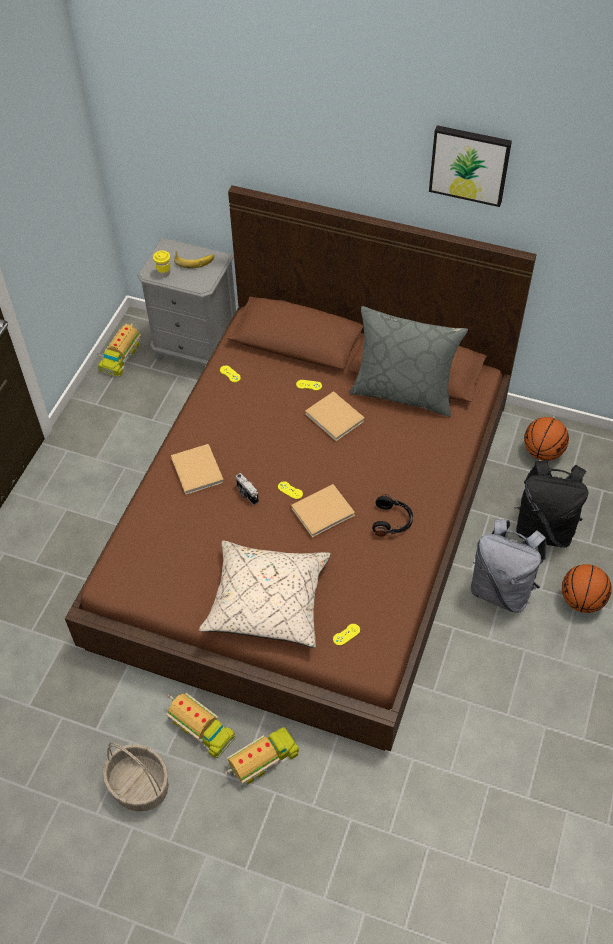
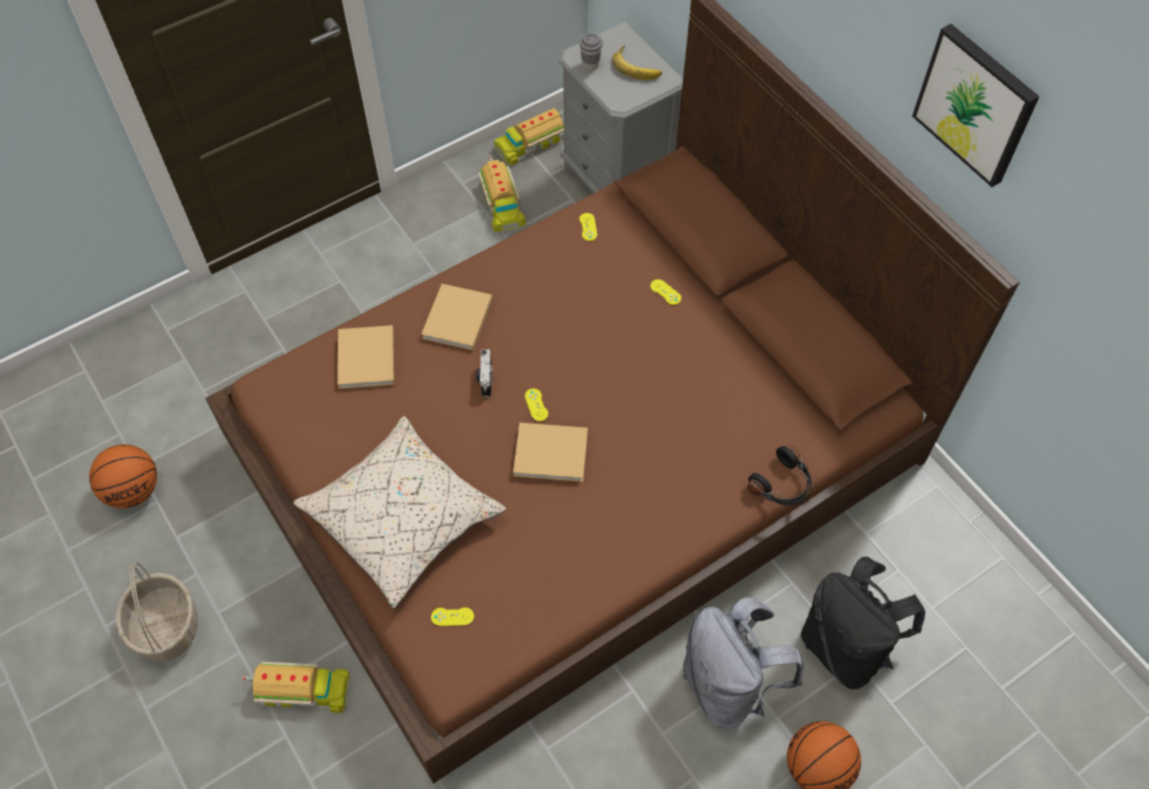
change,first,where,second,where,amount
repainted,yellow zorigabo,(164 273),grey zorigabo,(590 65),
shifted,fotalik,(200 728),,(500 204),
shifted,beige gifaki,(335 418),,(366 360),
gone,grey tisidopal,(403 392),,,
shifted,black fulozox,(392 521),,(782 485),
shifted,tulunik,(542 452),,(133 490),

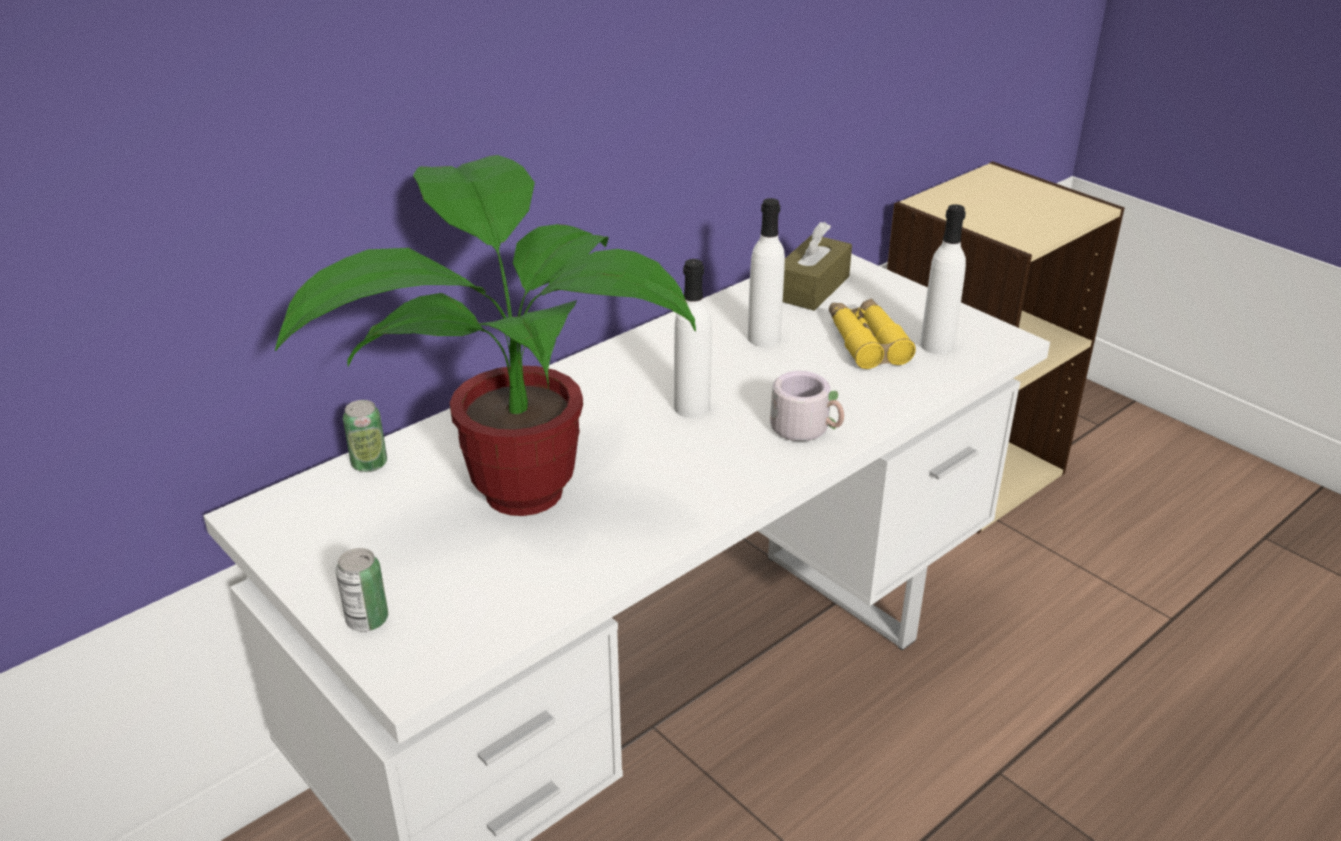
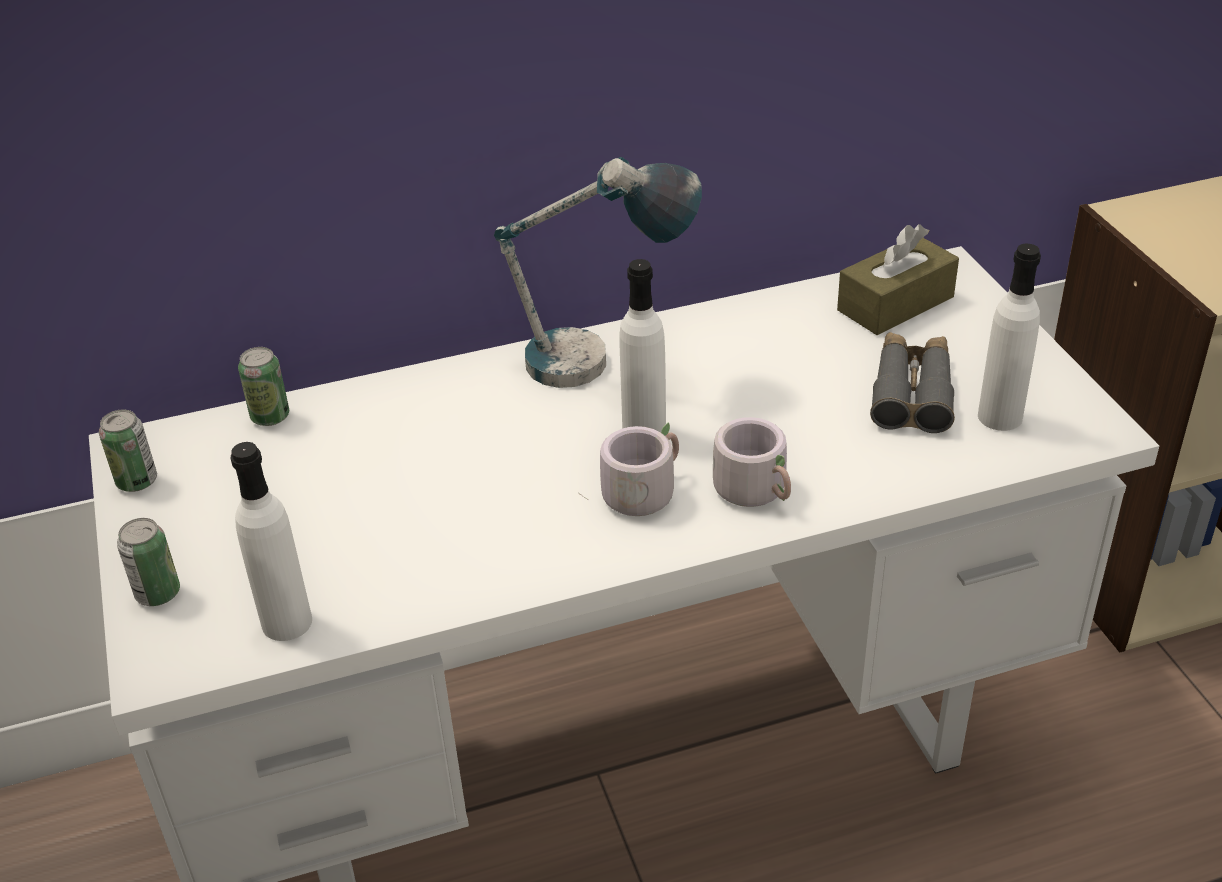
change,first,where,second,where,amount
gone,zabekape,(515 484),,,
shifted,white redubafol,(764 338),,(286 622),
repainted,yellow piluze,(866 342),grey piluze,(912 393),
new,,,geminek,(137 481),
new,,,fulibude,(602 366),
new,,,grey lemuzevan,(641 489),

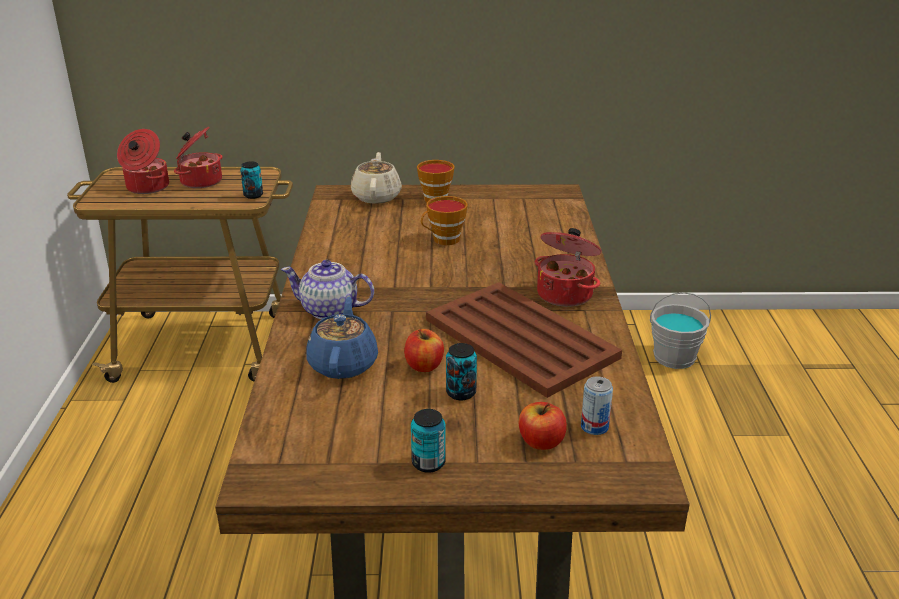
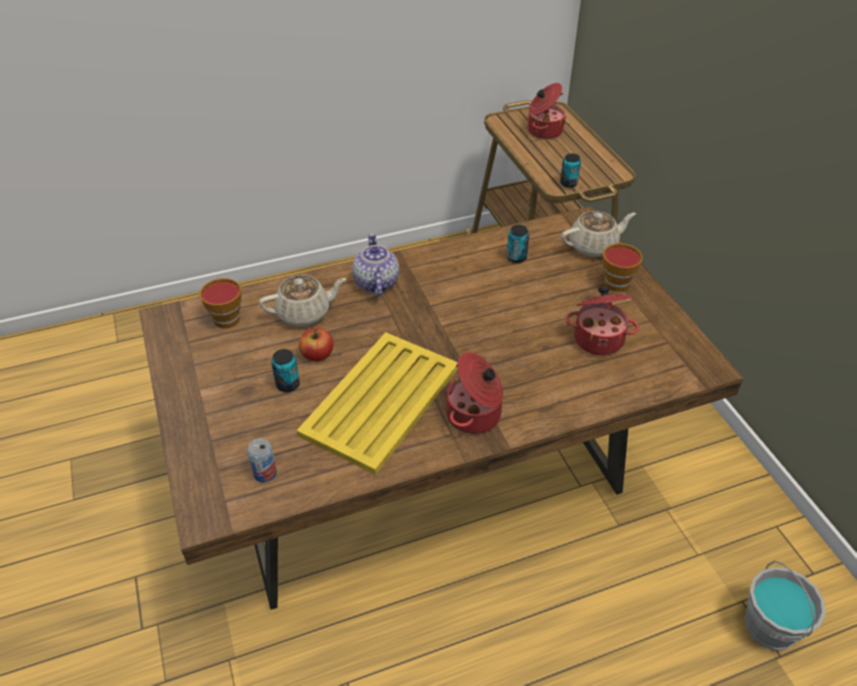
change,first,where,second,where,amount
shifted,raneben,(200 181),,(598 338),
repainted,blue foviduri,(343 364),beige foviduri,(305 313),
shifted,geminek,(428 463),,(516 257),
shifted,zorigabo,(443 240),,(224 318),
repainted,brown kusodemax,(519 337),yellow kusodemax,(382 400),
gone,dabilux,(541 442),,,

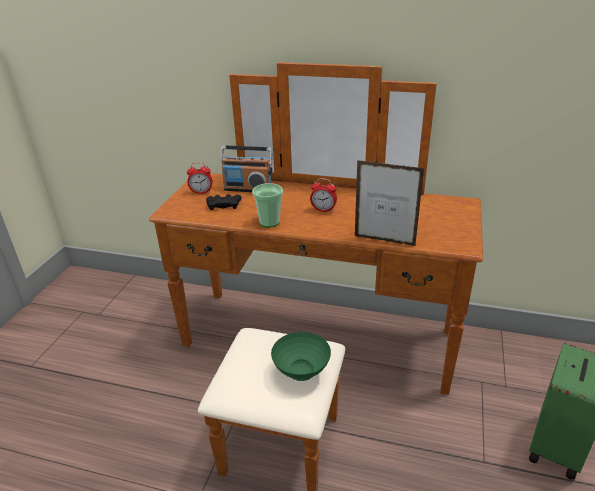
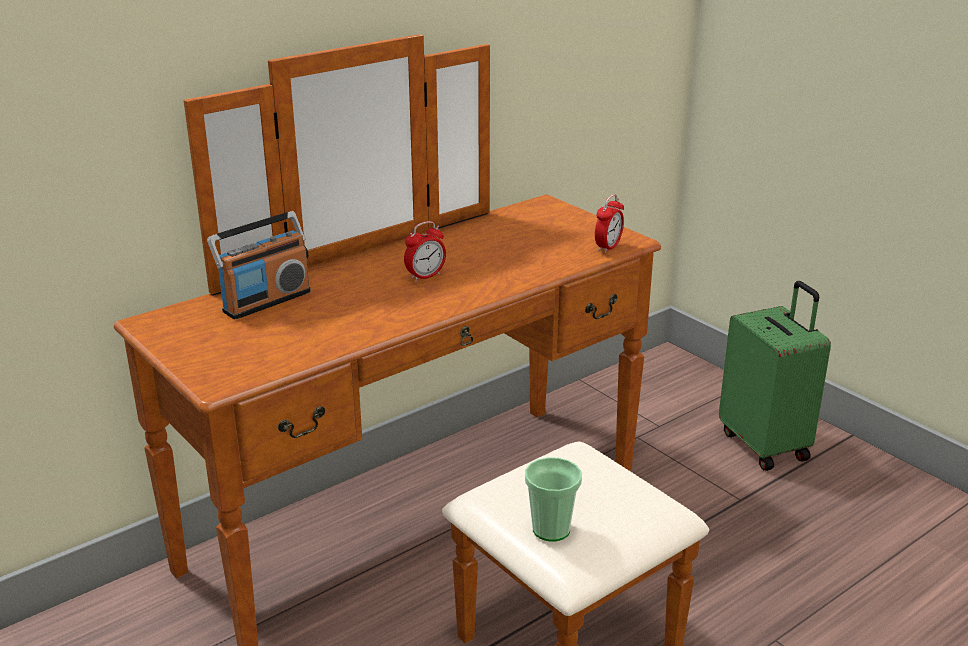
change,first,where,second,where,amount
shifted,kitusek,(201 192),,(608 247),
gone,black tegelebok,(223 204),,,
shifted,zorigabo,(269 222),,(551 529),
gone,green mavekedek,(300 372),,,
gone,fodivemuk,(384 241),,,

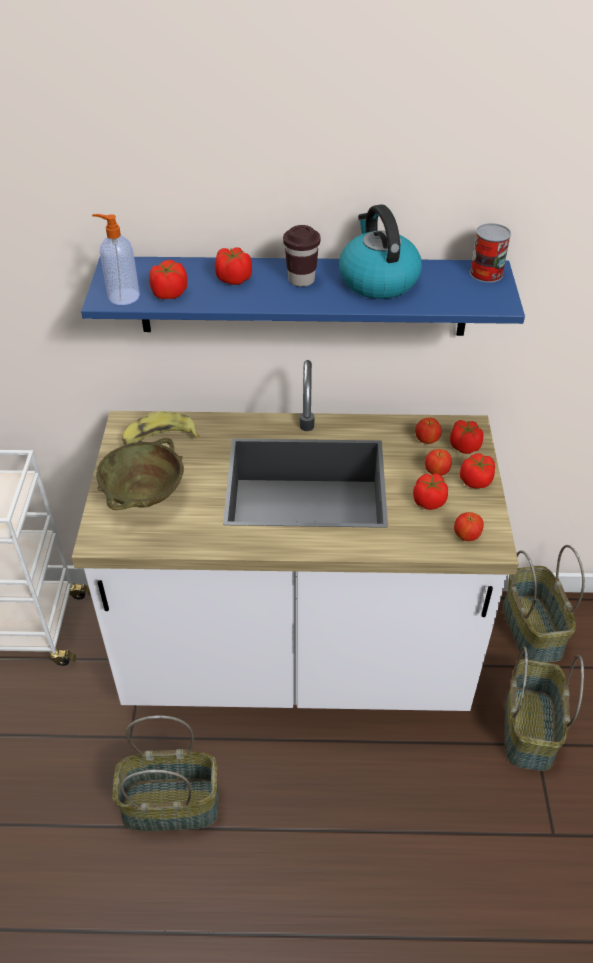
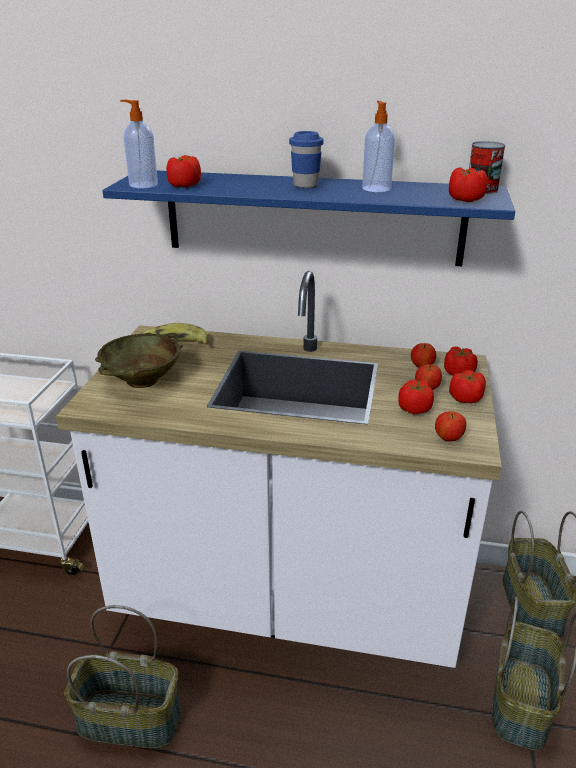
change,first,where,second,where,amount
shifted,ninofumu,(233 279),,(465 199),
repainted,brown zorigabo,(301 280),blue zorigabo,(305 185),
swapped,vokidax,(377 280),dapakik,(376 188),

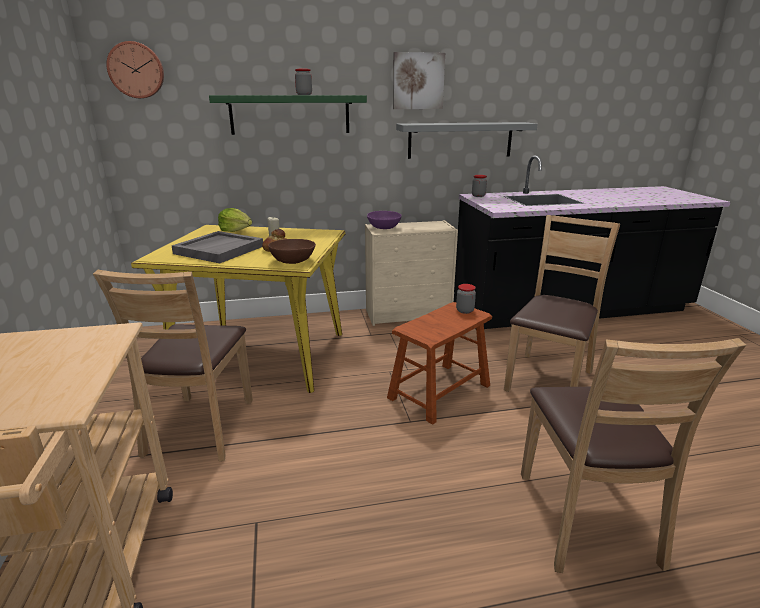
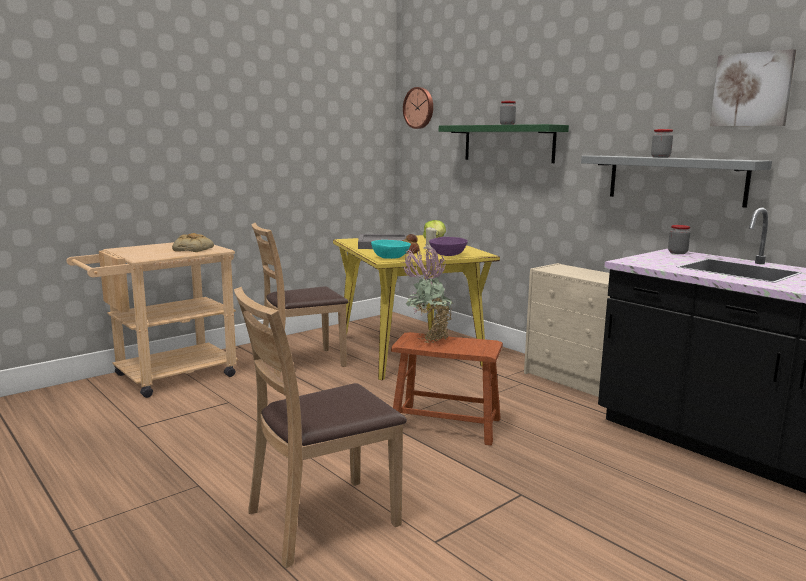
change,first,where,second,where,amount
repainted,brown mavekedek,(293 261),turquoise mavekedek,(390 257),
shifted,purple mavekedek,(384 227),,(448 255),
shifted,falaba,(418 81),,(752 90),
shifted,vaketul,(465 310),,(660 157),
gone,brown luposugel,(548 379),,,
new,,,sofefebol,(193 249),
new,,,zabekape,(428 338),

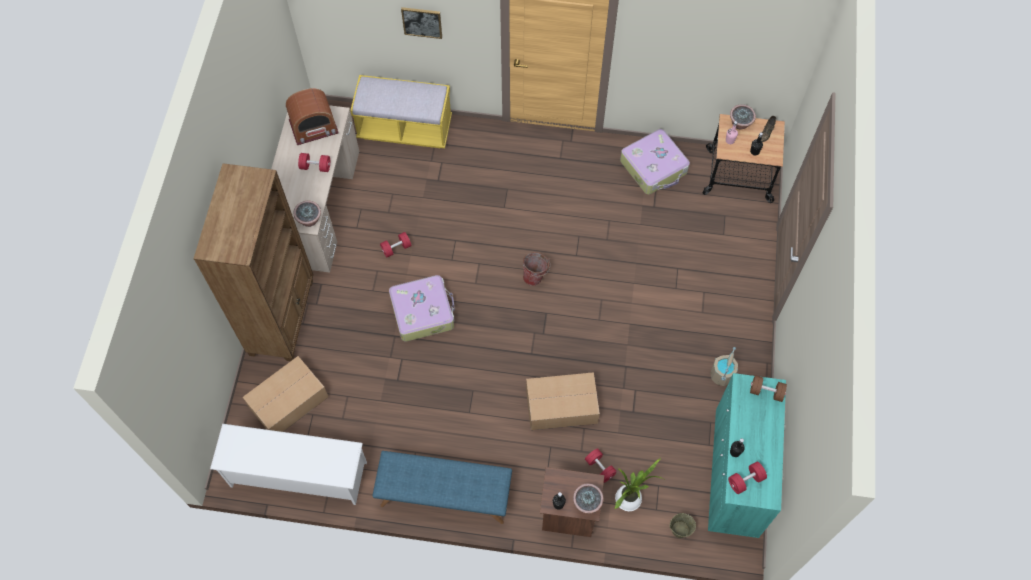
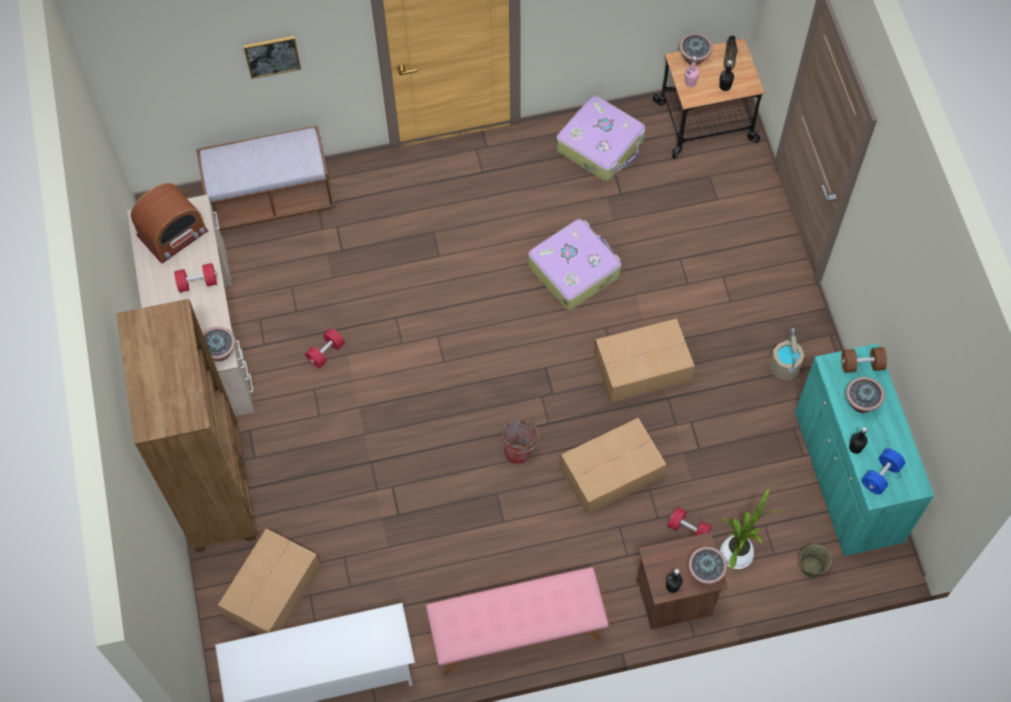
change,first,where,second,where,amount
repainted,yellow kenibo,(405 128),brown kenibo,(271 199),
repainted,blue kenibo,(444 496),pink kenibo,(517 632),
shifted,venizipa,(423 312),,(574 269),
shifted,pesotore,(535 276),,(520 449),
repainted,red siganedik,(745 480),blue siganedik,(881 475),
new,,,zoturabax,(644 368),
new,,,zabekape,(860 403),

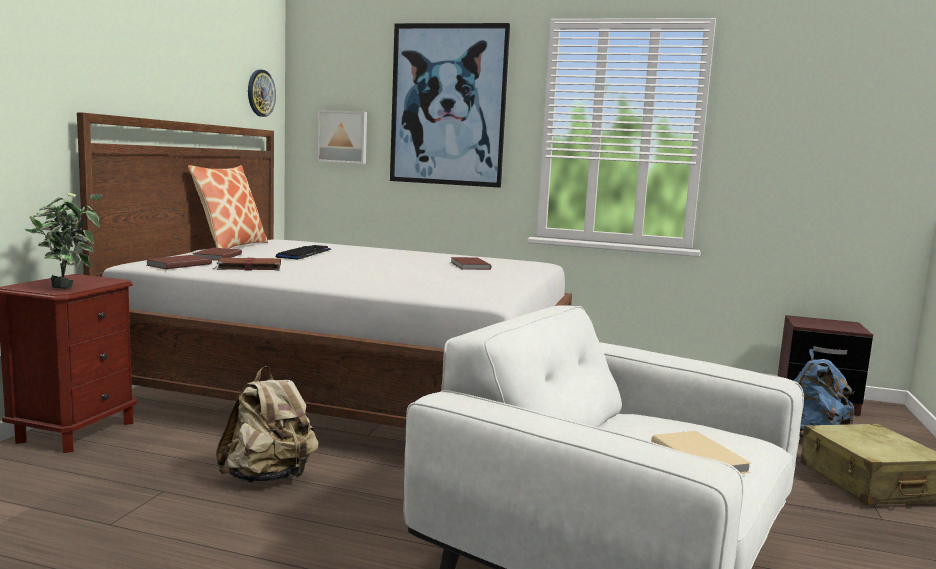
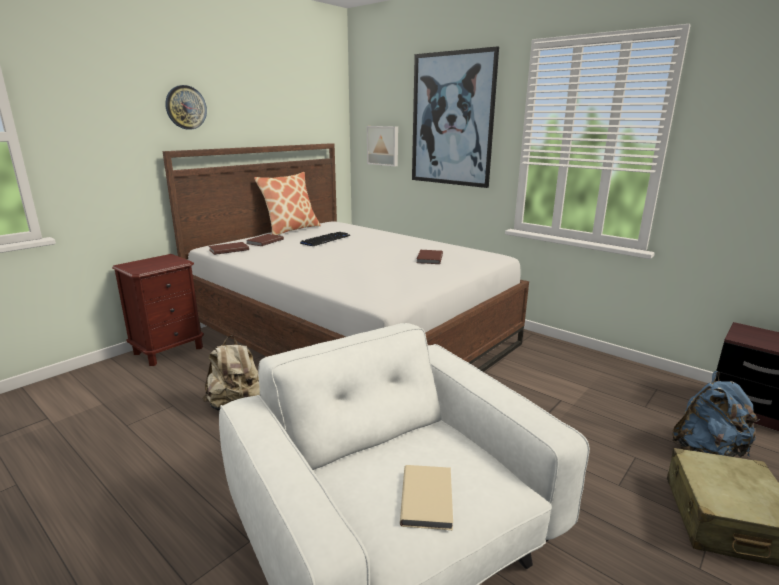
change,first,where,second,where,amount
gone,zabekape,(68 287),,,
gone,brown gifaki,(248 267),,,
shifted,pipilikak,(260 93),,(185 107),

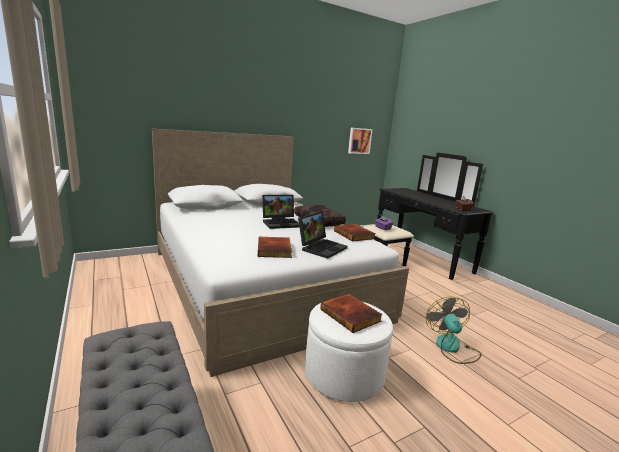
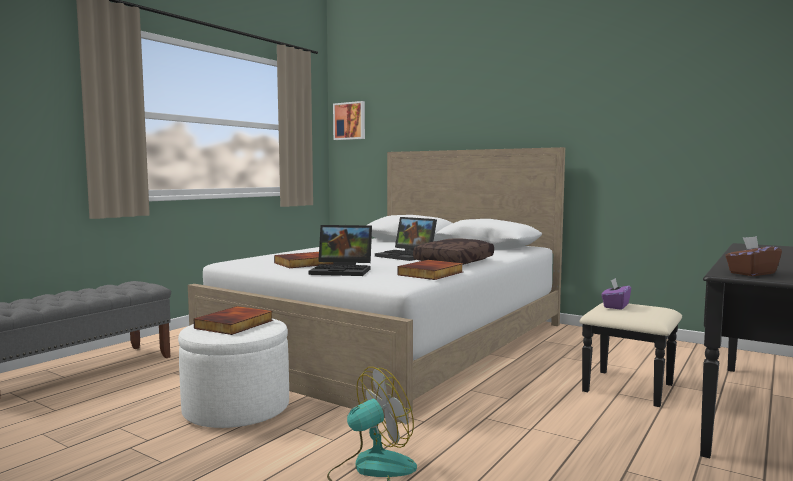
change,first,where,second,where,amount
shifted,falaba,(359 140),,(350 121),

